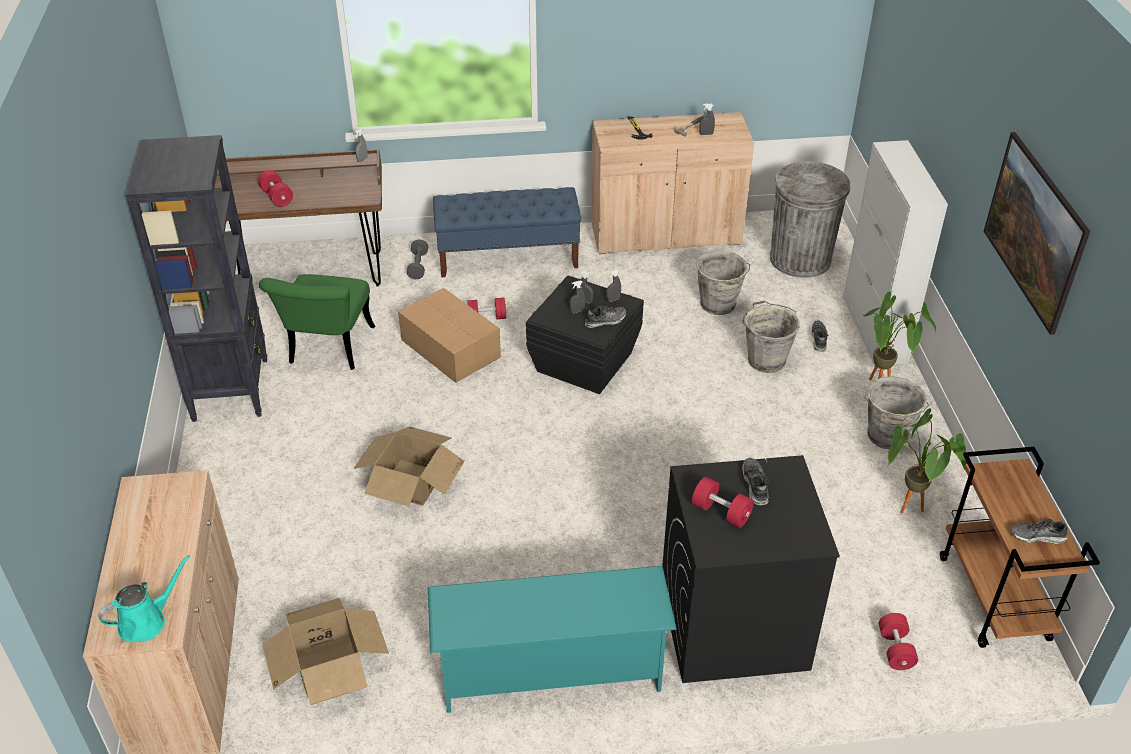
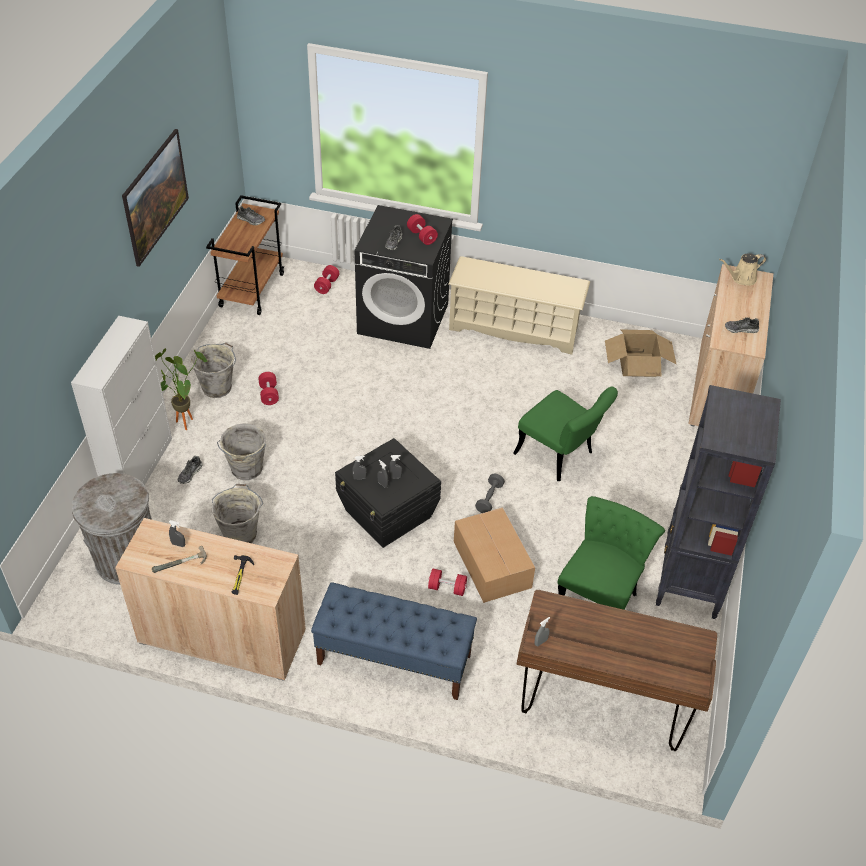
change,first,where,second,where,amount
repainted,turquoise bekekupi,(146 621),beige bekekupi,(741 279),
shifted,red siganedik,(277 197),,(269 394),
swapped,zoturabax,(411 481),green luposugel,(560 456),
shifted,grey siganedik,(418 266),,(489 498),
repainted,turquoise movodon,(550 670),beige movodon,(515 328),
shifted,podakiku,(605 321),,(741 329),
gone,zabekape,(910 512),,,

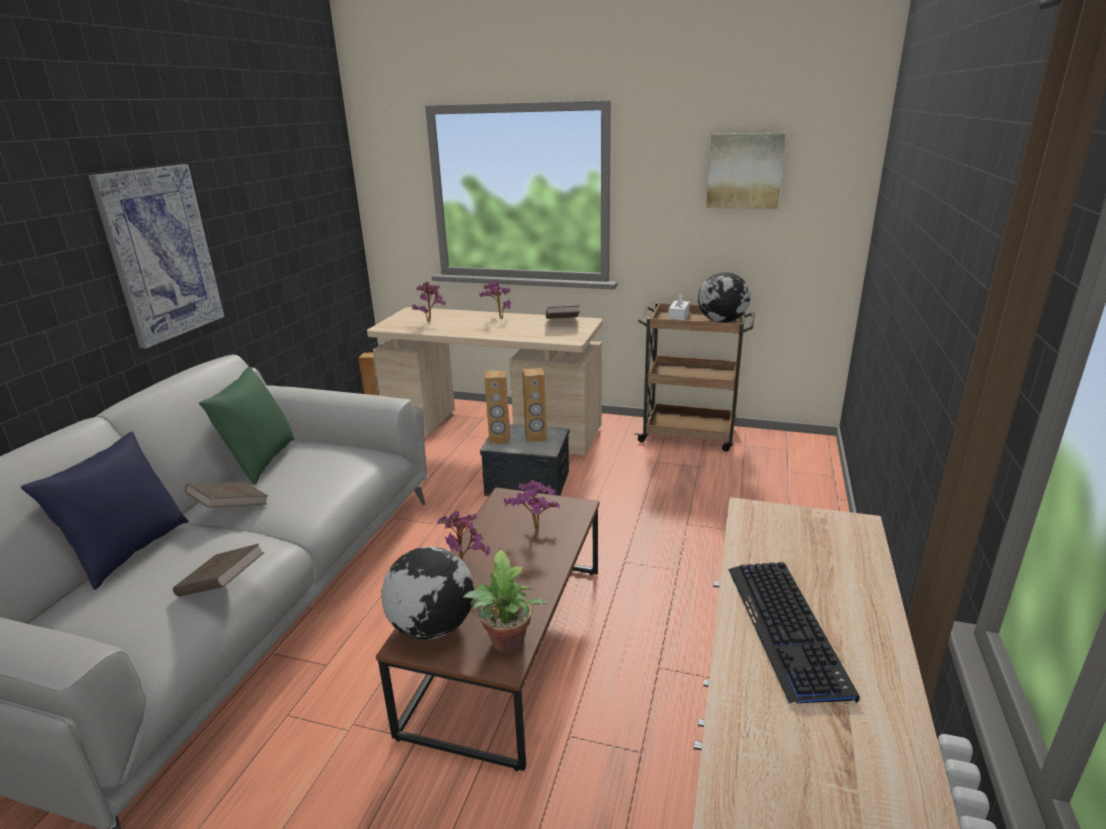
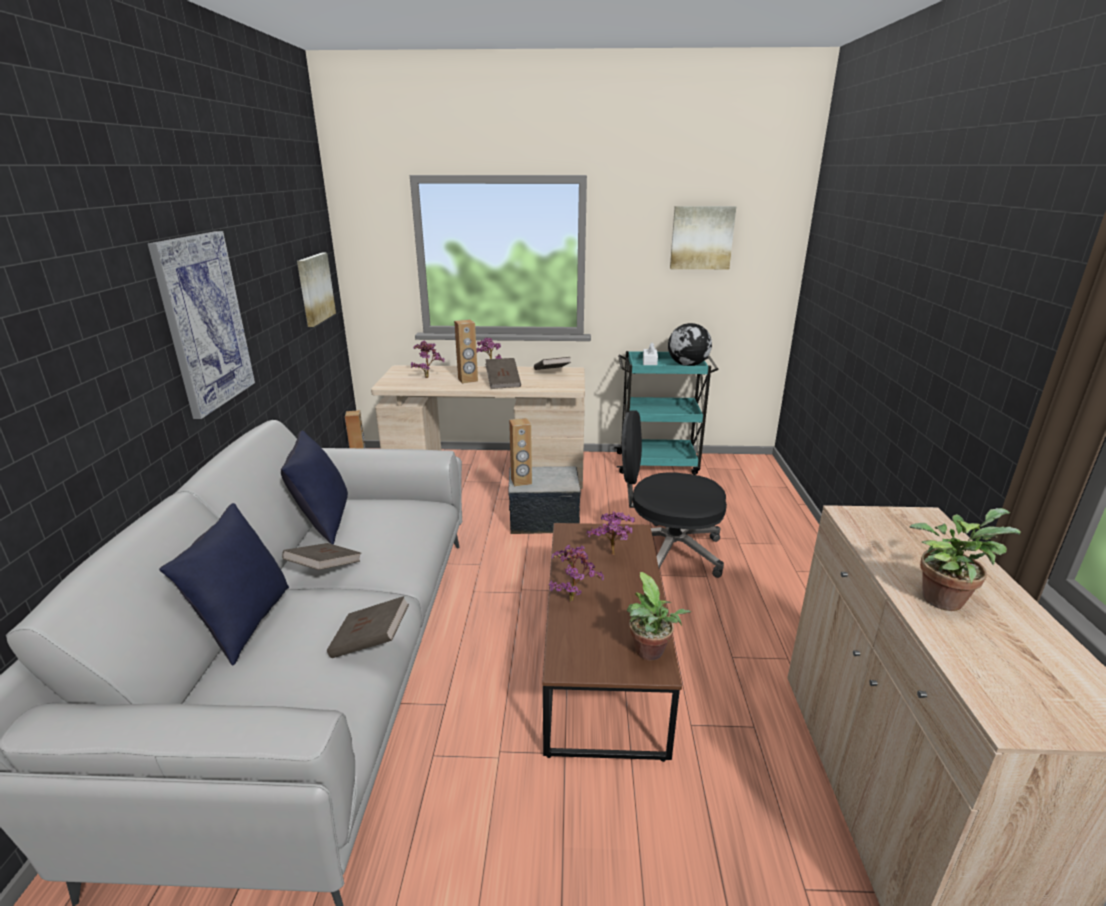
change,first,where,second,where,amount
repainted,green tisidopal,(260 462),blue tisidopal,(323 523),
gone,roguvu,(432 626),,,
shifted,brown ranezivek,(536 437),,(468 380),
repainted,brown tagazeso,(689 434),turquoise tagazeso,(658 463),
swapped,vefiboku,(787 629),zabekape,(943 597),
new,,,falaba,(314 288),
new,,,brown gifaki,(503 383),
new,,,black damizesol,(667 551),

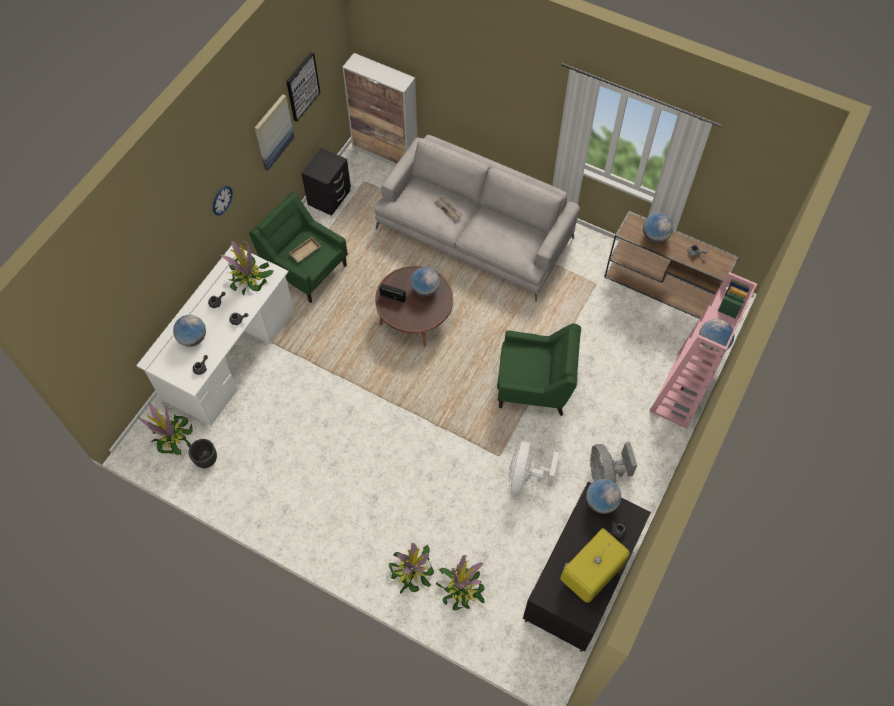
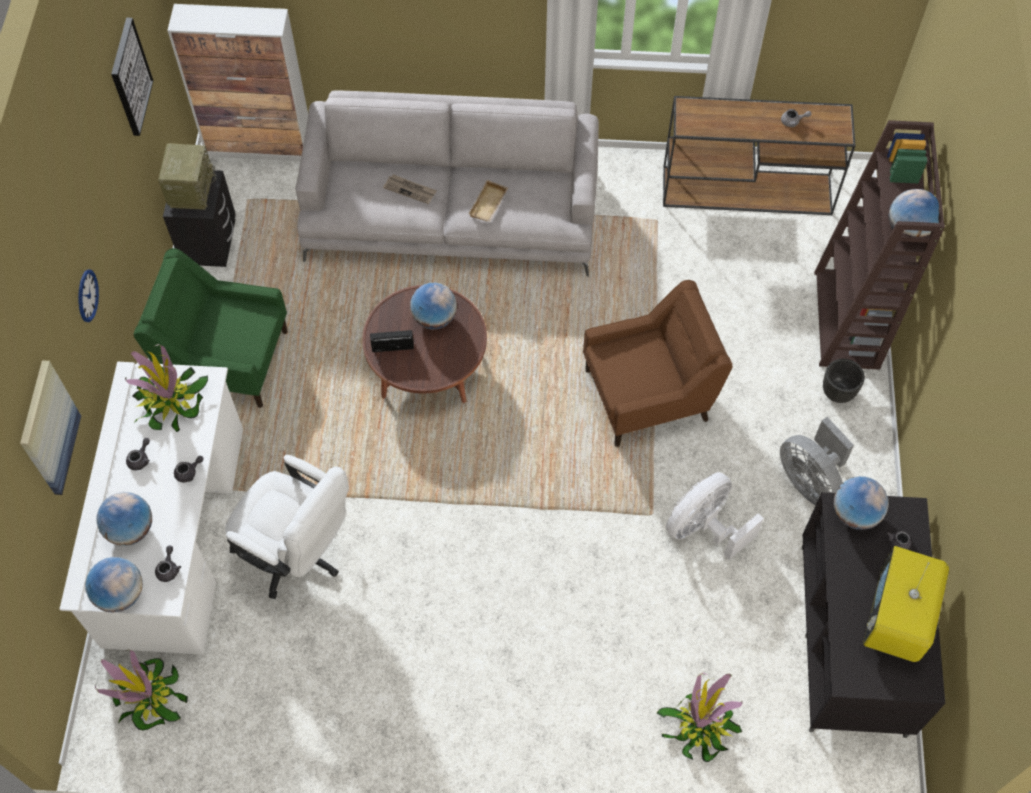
change,first,where,second,where,amount
shifted,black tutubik,(207 460),,(838 392),
shifted,falaba,(273 132),,(48 428),
shifted,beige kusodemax,(305 252),,(489 205),
gone,zabekape,(412 571),,,
repainted,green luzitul,(535 385),brown luzitul,(649 395),
rotated,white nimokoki,(526 477),,(704 528),60 degrees clockwise
shifted,roguvu,(655 236),,(120 594),
repainted,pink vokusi,(682 391),brown vokusi,(847 320),
new,,,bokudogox,(190 189),
new,,,white damizesol,(298 554),

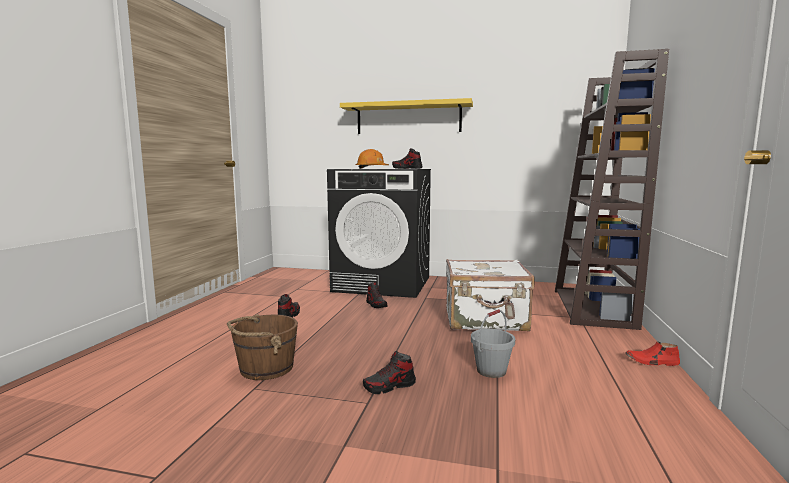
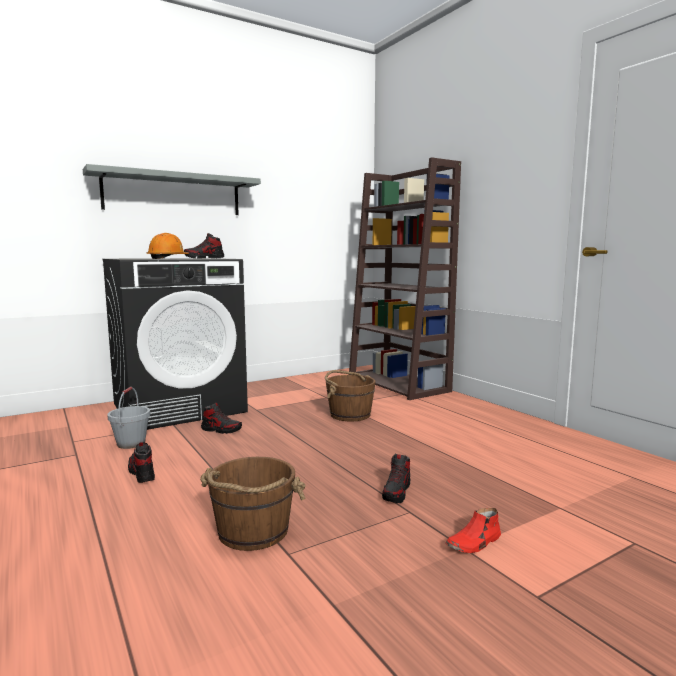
change,first,where,second,where,amount
repainted,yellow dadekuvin,(408 118),grey dadekuvin,(173 194),
swapped,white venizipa,(485 320),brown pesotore,(349 414),
shifted,grey pesotore,(491 371),,(131 443),
shifted,red podakiku,(652 362),,(474 543),

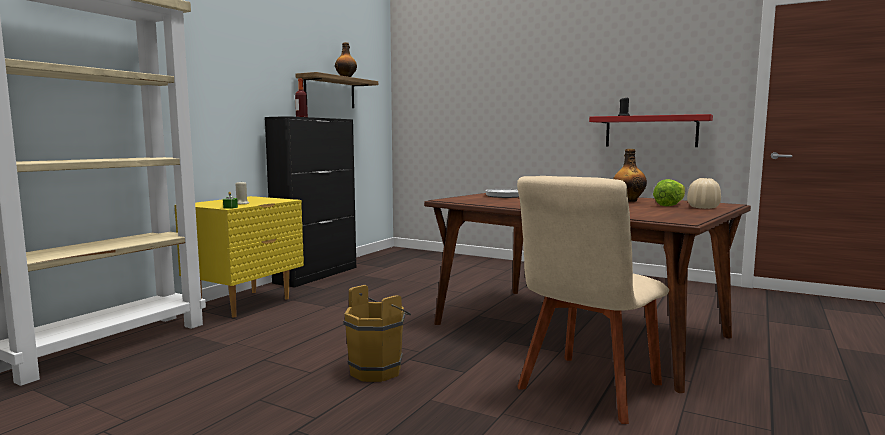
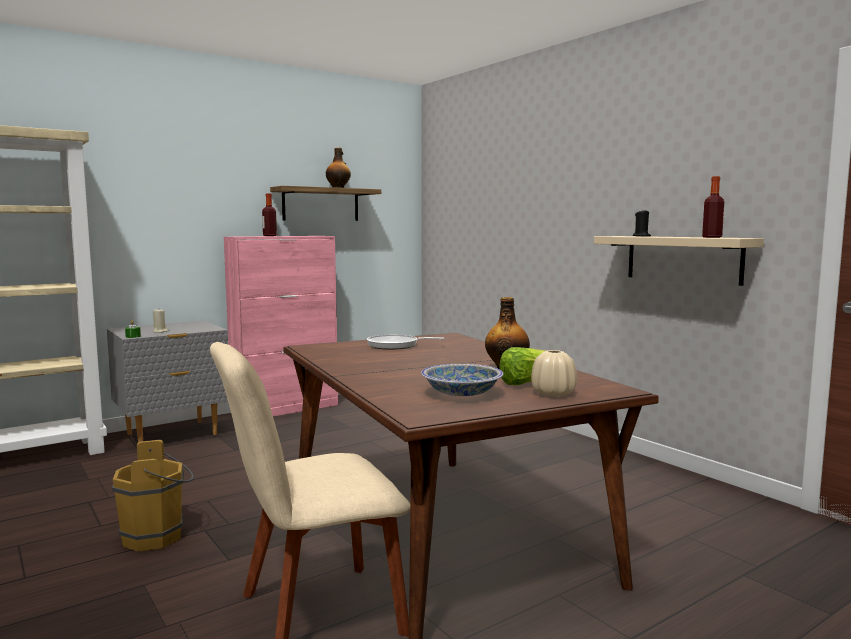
change,first,where,second,where,amount
repainted,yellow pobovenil,(245 304),grey pobovenil,(172 434),
repainted,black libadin,(317 275),pink libadin,(286 409),
repainted,red dadekuvin,(651 131),beige dadekuvin,(683 259),
new,,,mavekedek,(462 394),
new,,,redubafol,(712 237),

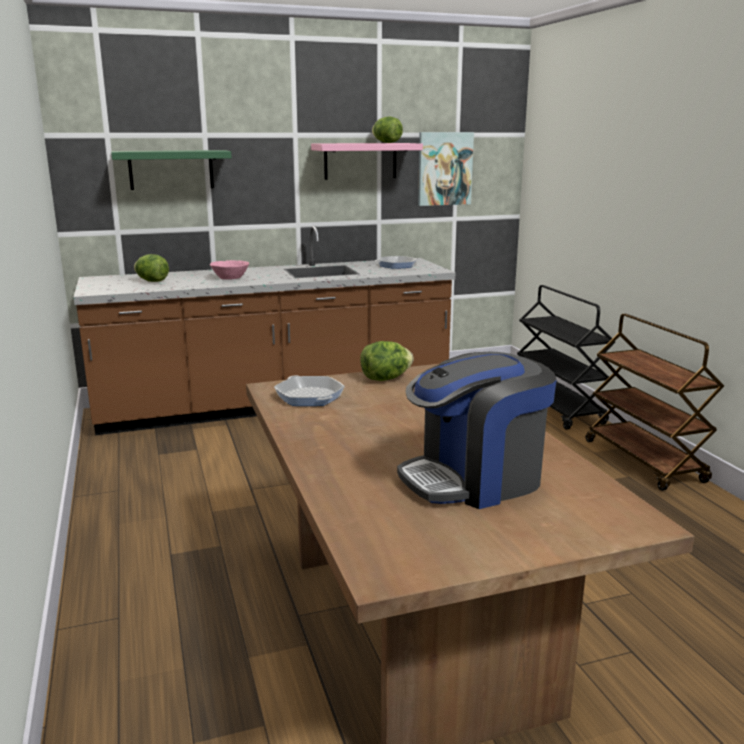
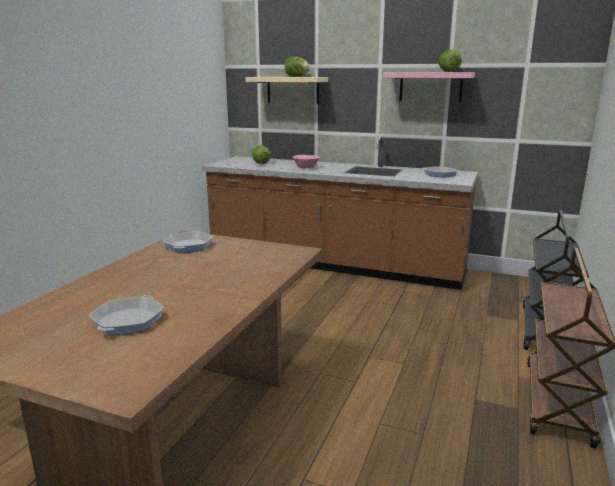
change,first,where,second,where,amount
repainted,green dadekuvin,(171 169),beige dadekuvin,(293 90),
shifted,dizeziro,(385 379),,(296 76),
swapped,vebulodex,(474 479),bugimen,(128 321),
gone,falaba,(444 169),,,

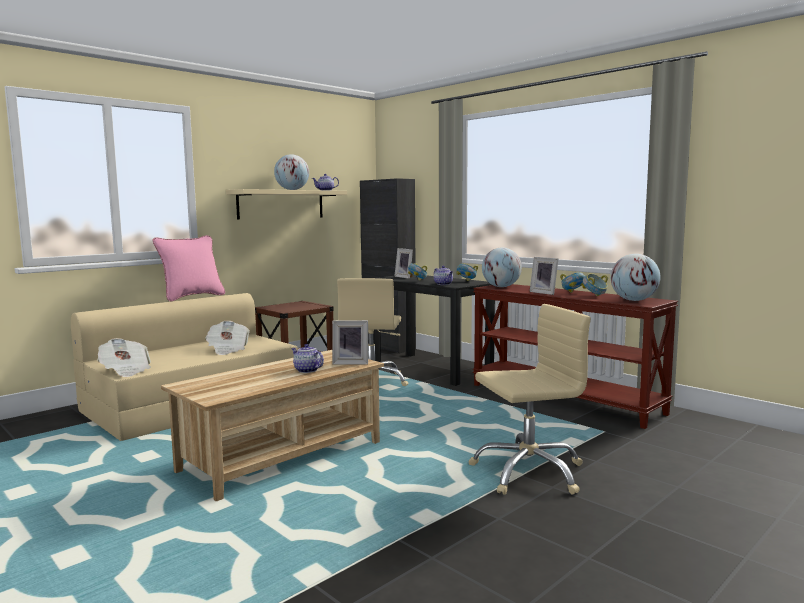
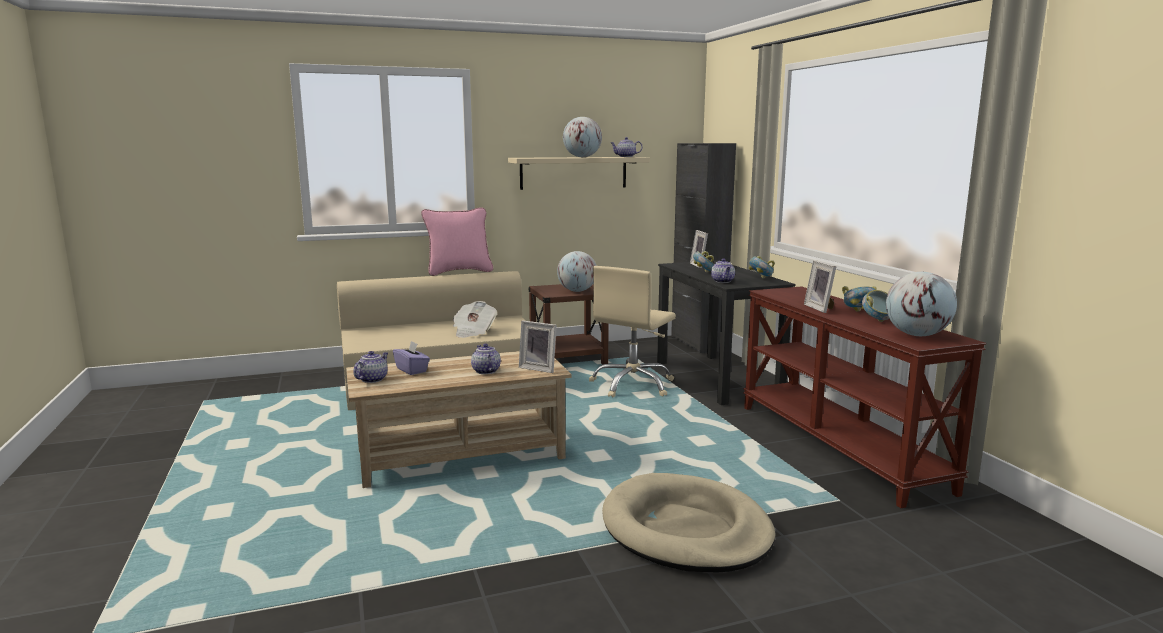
change,first,where,second,where,amount
gone,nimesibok,(125 371),,,
swapped,beige damizesol,(528 472),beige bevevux,(686 529),
shifted,roguvu,(501 287),,(577 291),
new,,,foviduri,(372 379),
new,,,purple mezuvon,(412 370),

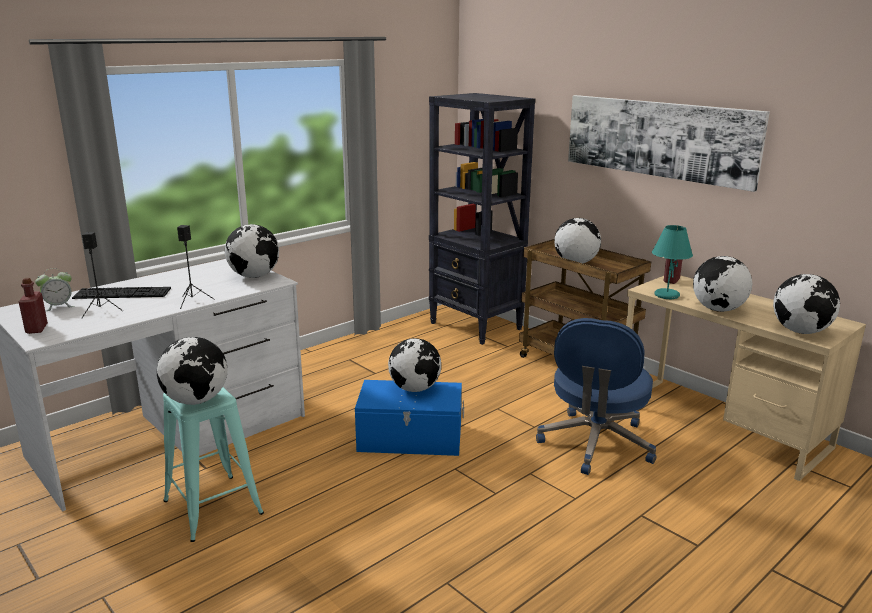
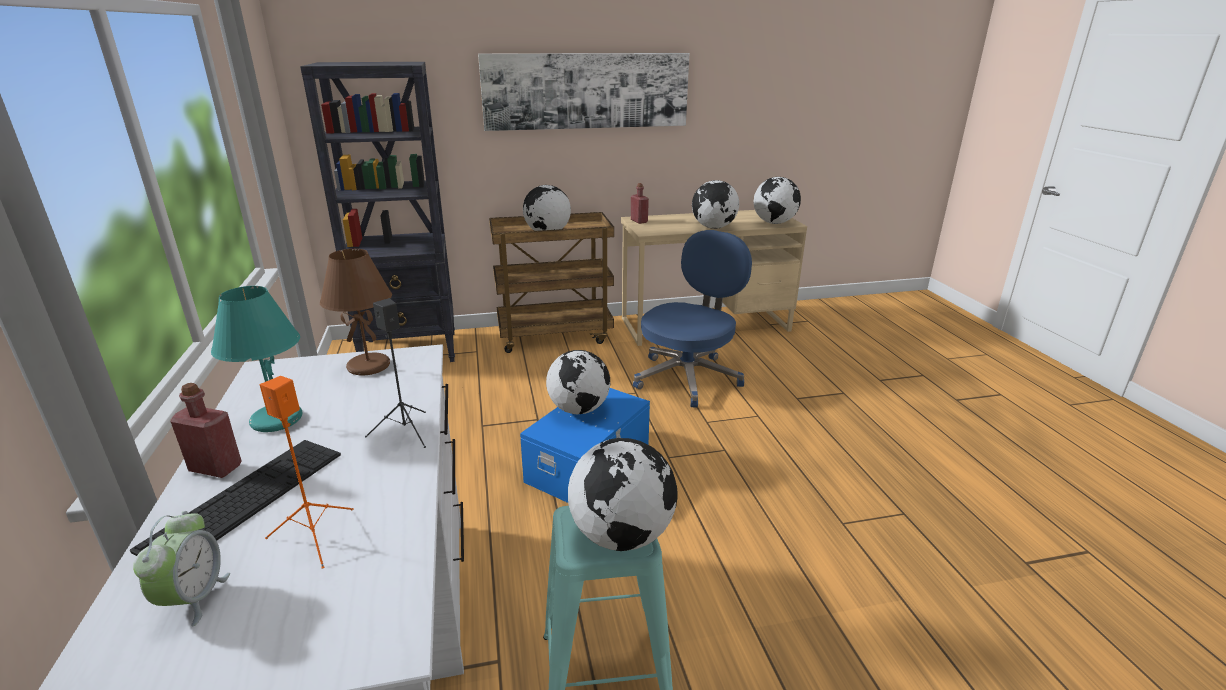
change,first,where,second,where,amount
shifted,red redubafol,(36 329),,(216 468),
repainted,black ranezivek,(100 311),orange ranezivek,(315 537),
swapped,roguvu,(254 276),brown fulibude,(369 366),
rotated,blue damizesol,(595 444),,(688 377),105 degrees counterclockwise
shifted,turquoise fulibude,(666 295),,(276 420),

